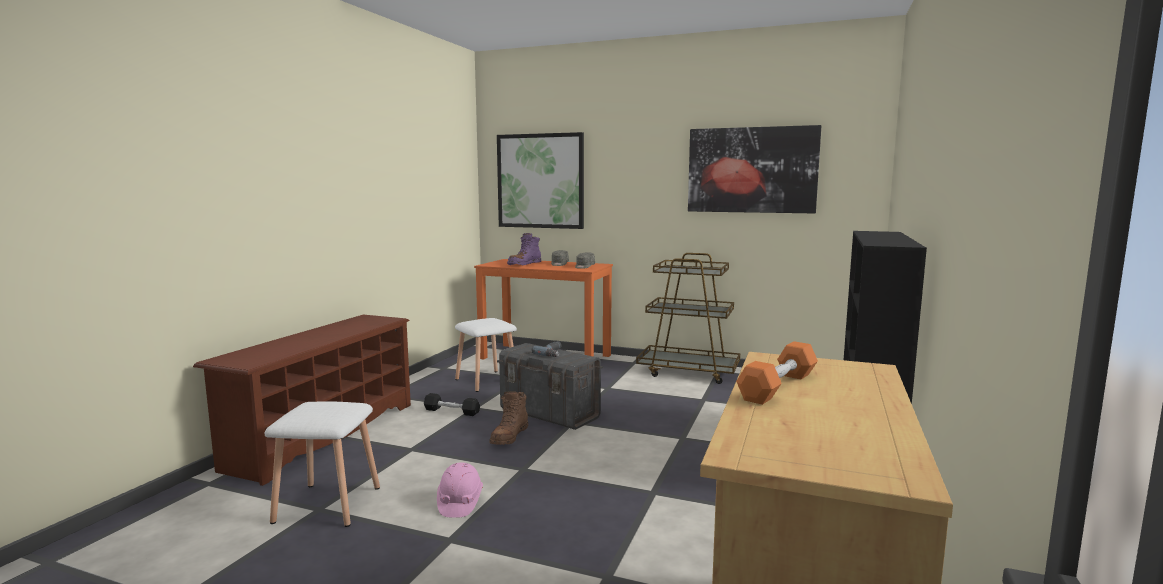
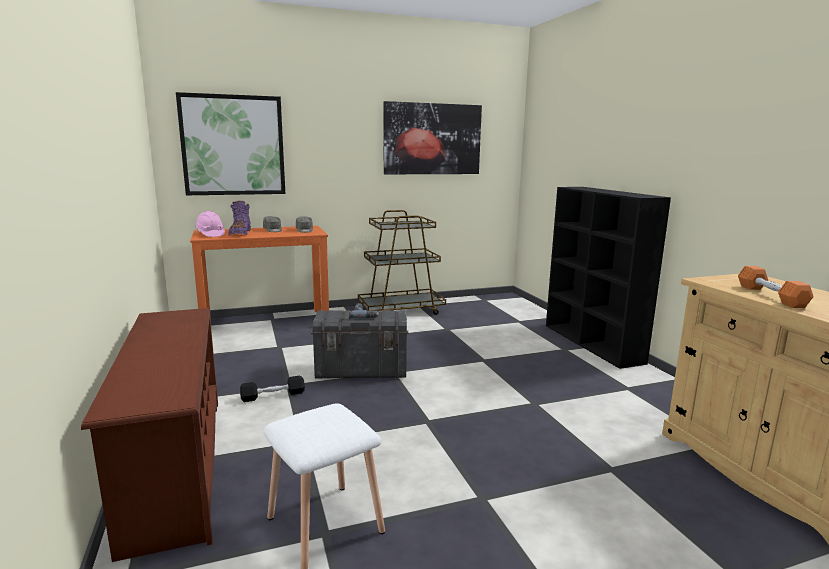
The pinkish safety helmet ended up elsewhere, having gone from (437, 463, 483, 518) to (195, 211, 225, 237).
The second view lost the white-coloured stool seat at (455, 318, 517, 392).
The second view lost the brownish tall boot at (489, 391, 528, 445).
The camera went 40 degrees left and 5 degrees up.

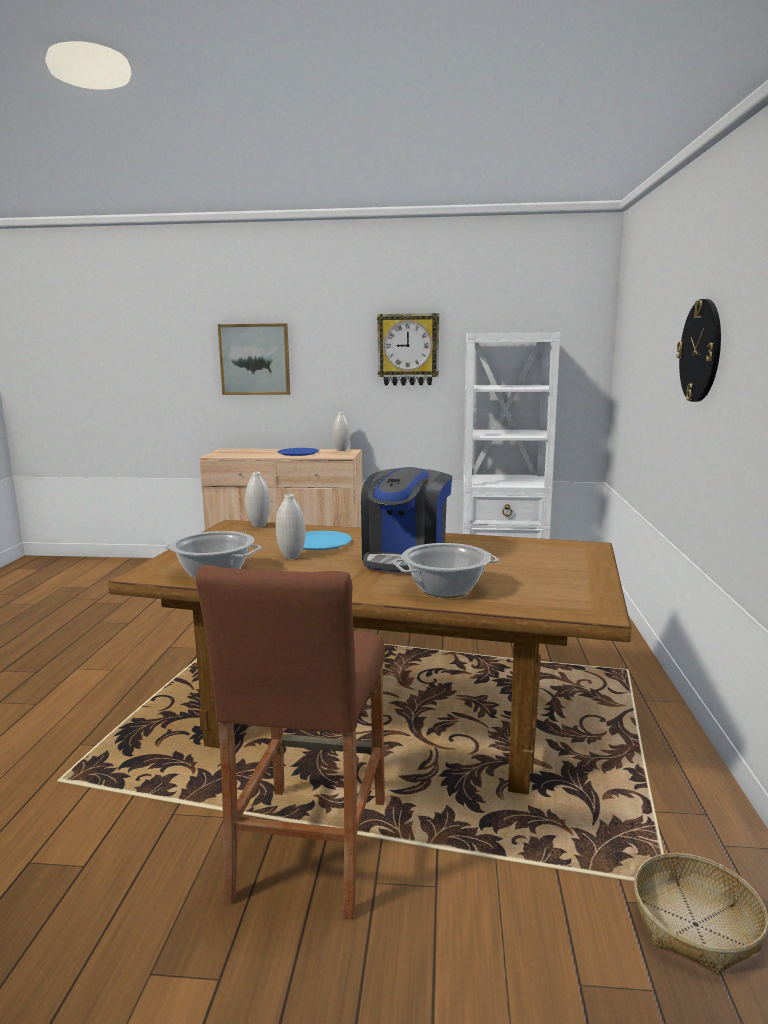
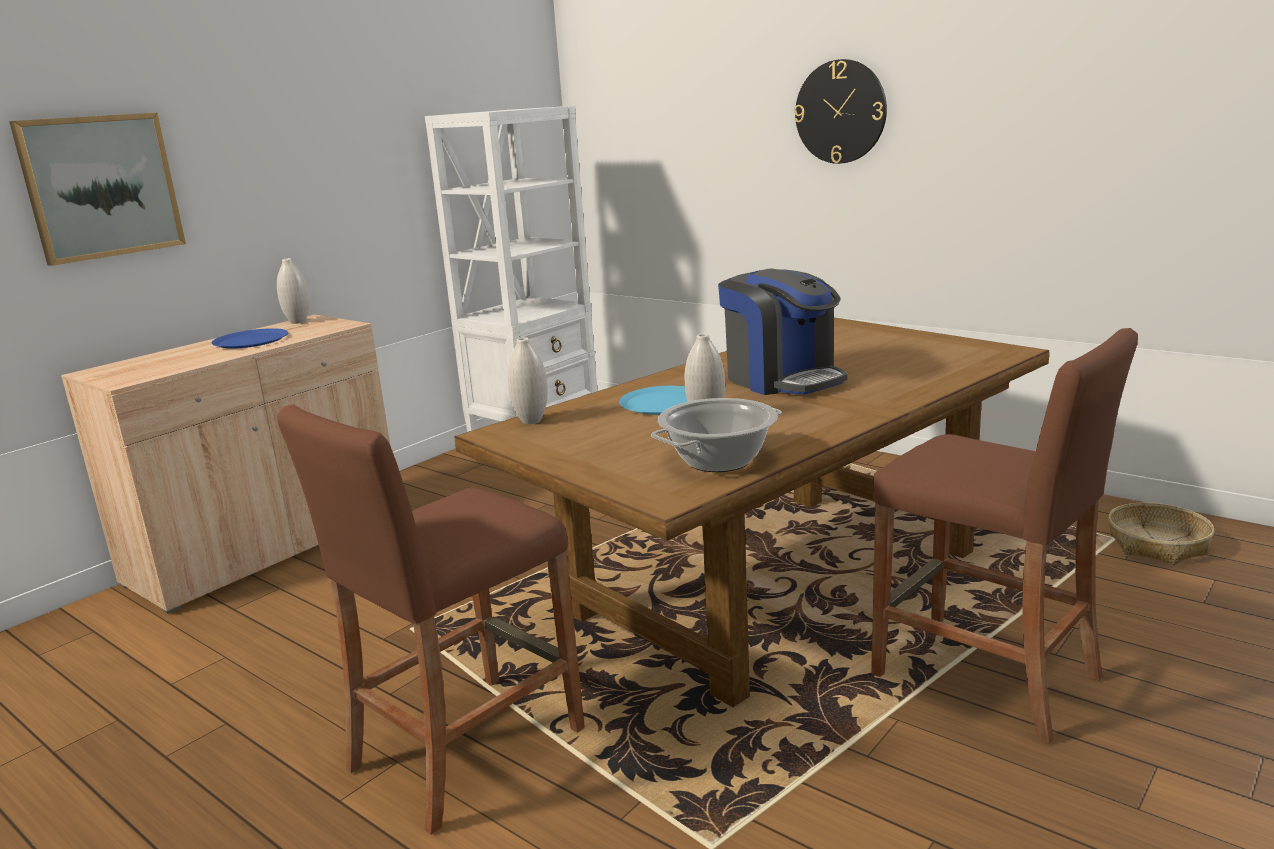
The second view gained the brownish stool seat at (277, 404, 585, 835).
The second view lost the wall clock at (377, 313, 439, 385).
The second view lost the saucepot at (393, 543, 499, 598).
The camera went 55 degrees left and 5 degrees up.

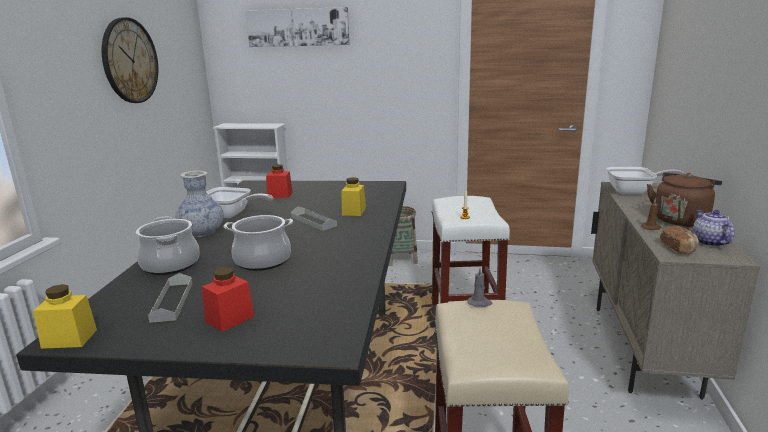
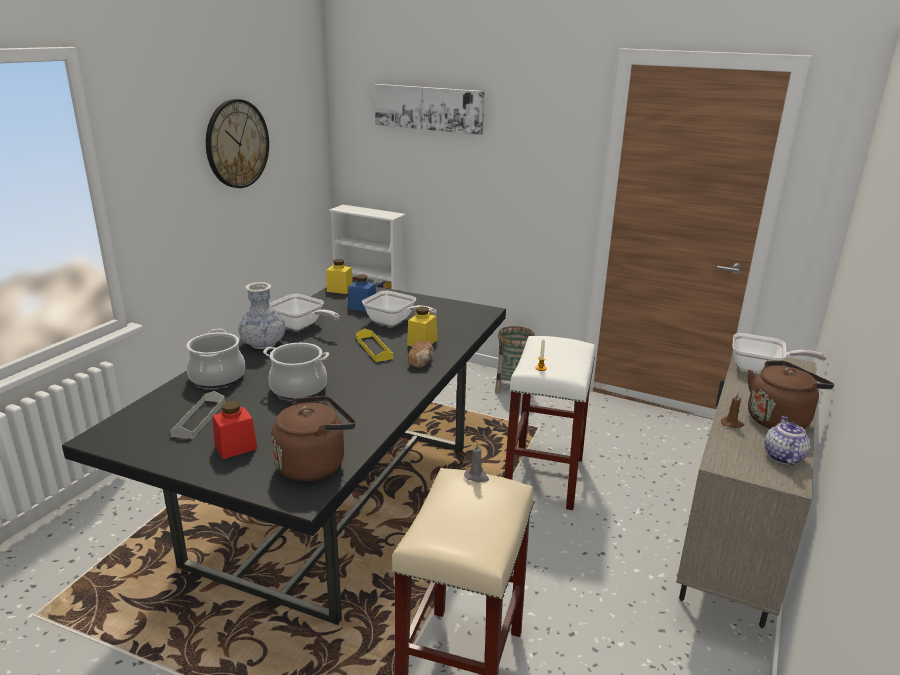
The second view gained the brownish water kettle at (271, 396, 356, 481).
The yellow storage jar ended up elsewhere, having gone from (33, 284, 97, 349) to (326, 259, 353, 294).
What was the red storage jar at (266, 164, 293, 198) turned into the bluish storage jar at (348, 275, 376, 312).
What was the gray serving tray at (291, 206, 337, 231) turned into the yellow serving tray at (356, 329, 393, 362).
The second view gained the frying pan at (362, 291, 437, 326).
The bread ended up elsewhere, having gone from (660, 226, 699, 254) to (408, 341, 434, 368).
The camera went 15 degrees right and 5 degrees up.

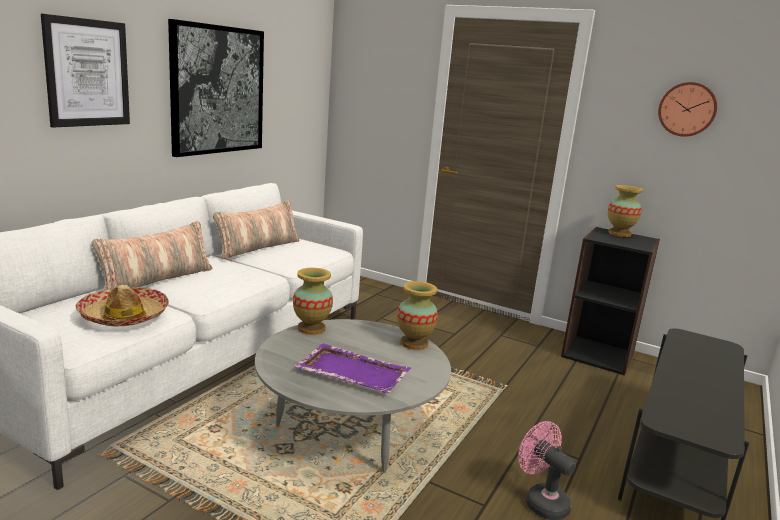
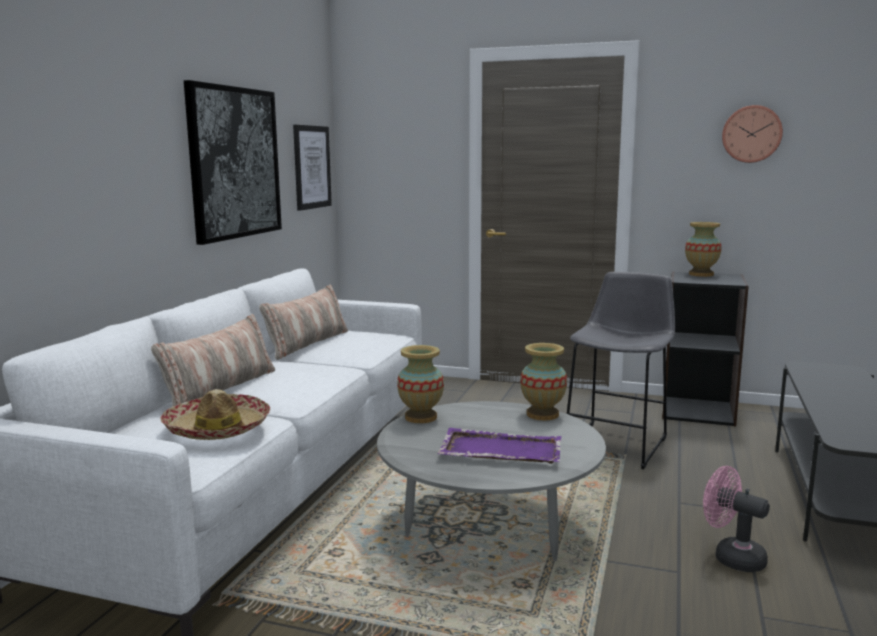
The wall picture ended up elsewhere, having gone from (41, 14, 130, 128) to (293, 125, 332, 211).
The second view gained the gray stool seat at (566, 272, 675, 469).
The camera went 10 degrees left and 5 degrees down.

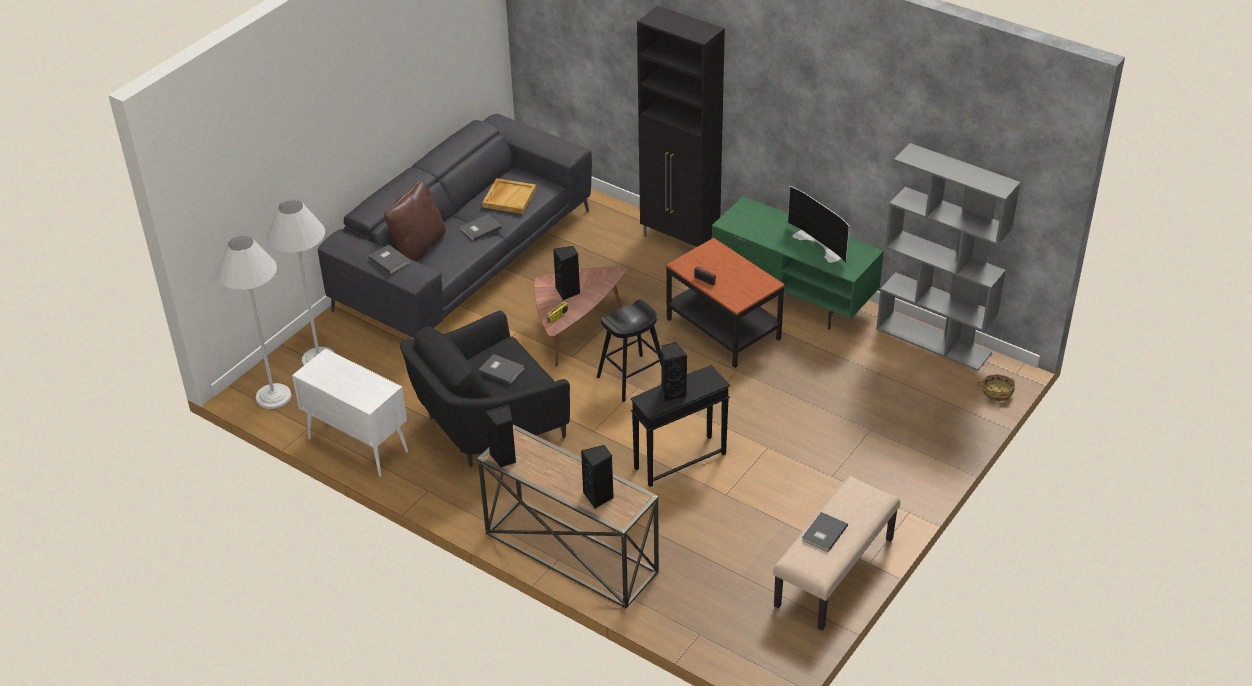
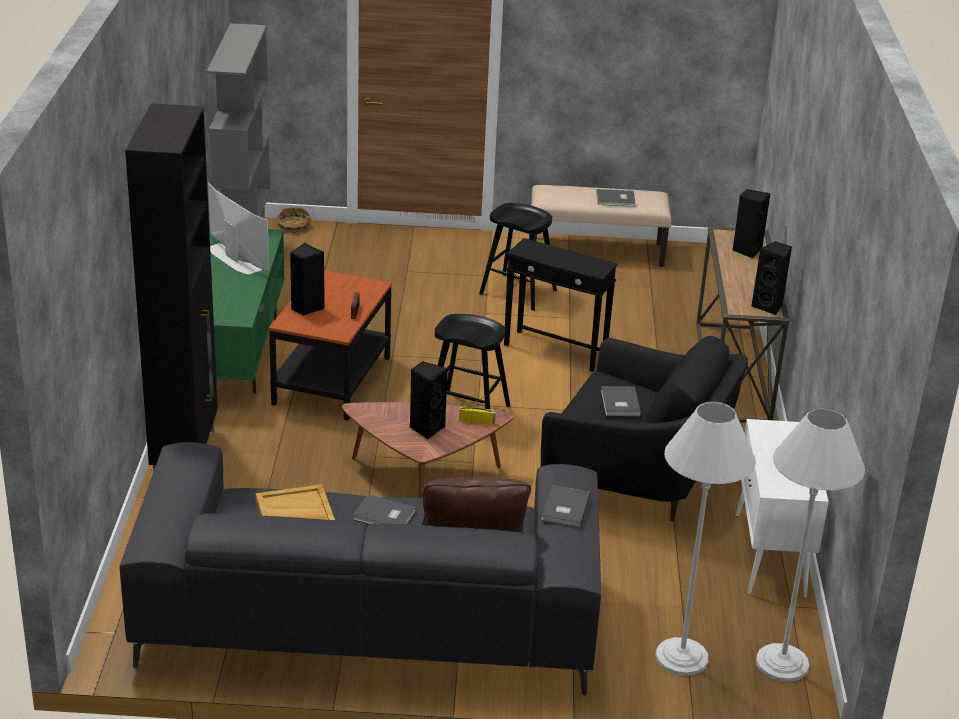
The TV set at (788, 186, 849, 263) ended up facing another way, 60 degrees counterclockwise from before.
The black audio speaker ended up elsewhere, having gone from (661, 342, 687, 402) to (290, 243, 325, 316).
The second view gained the black stool seat at (479, 203, 557, 311).
The camera went 125 degrees left and 10 degrees down.

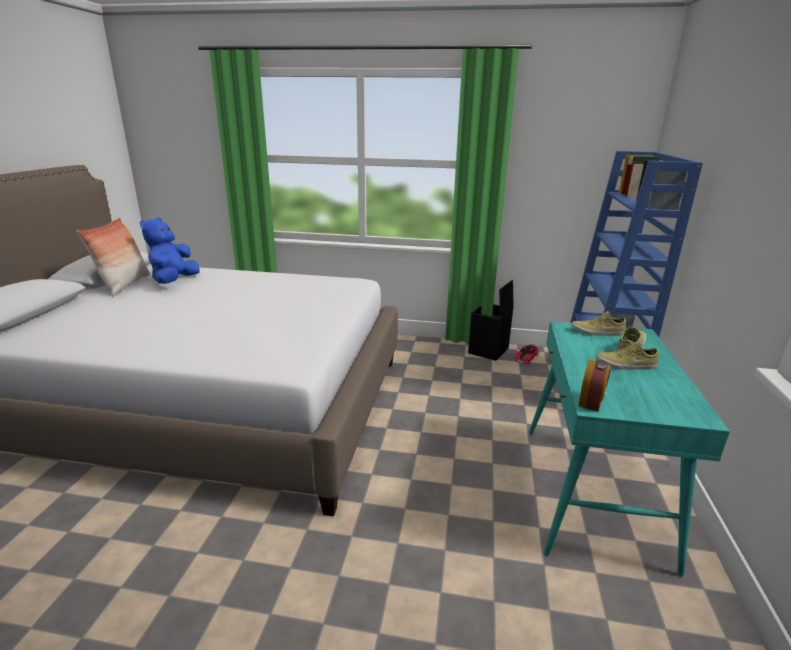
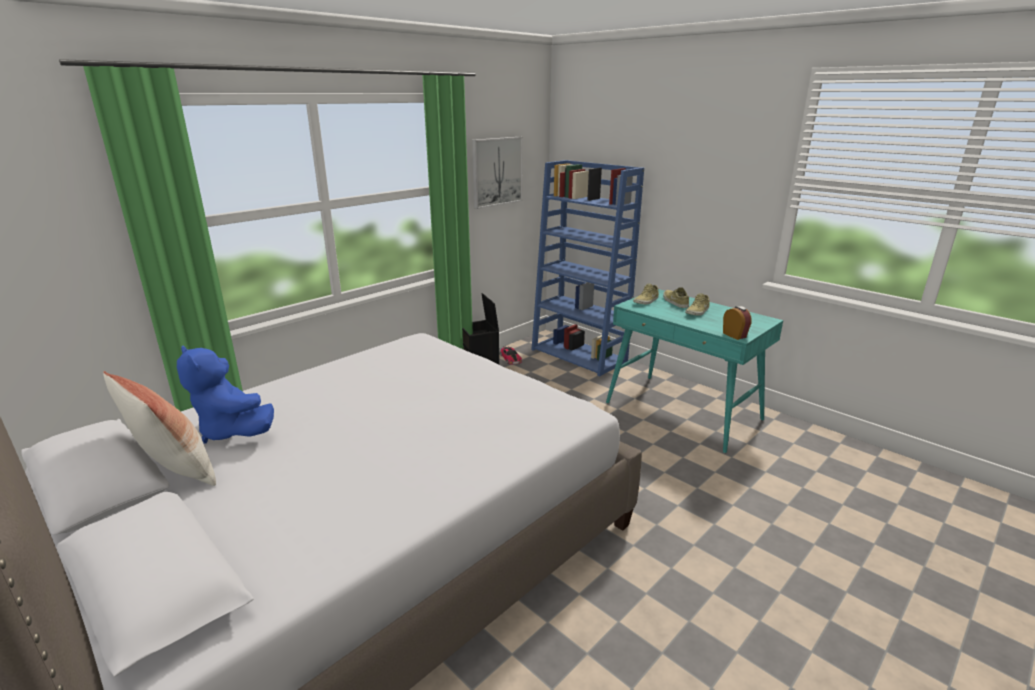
The second view gained the wall picture at (472, 137, 523, 209).
The camera went 55 degrees left and 0 degrees up.

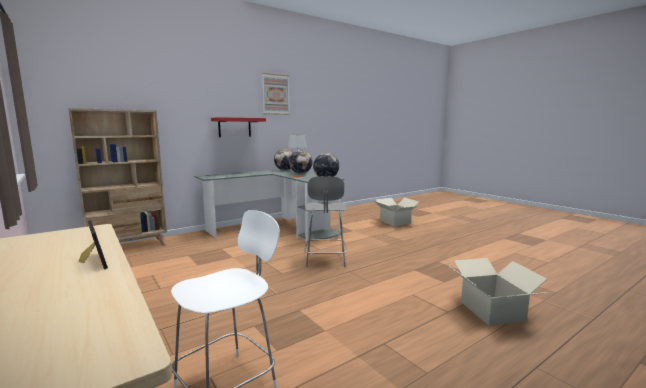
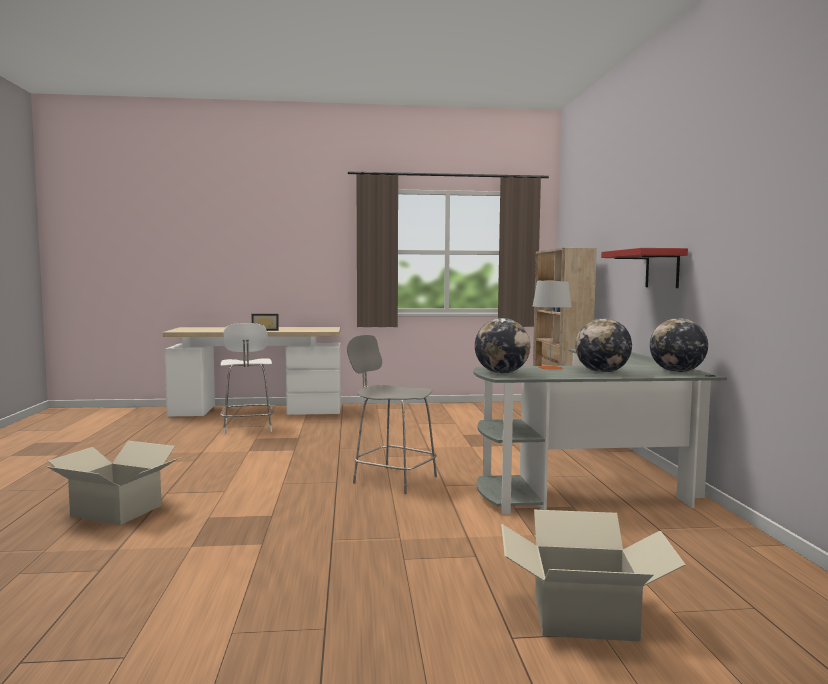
The second view lost the wall picture at (262, 73, 290, 115).
The camera went 120 degrees right and 5 degrees down.

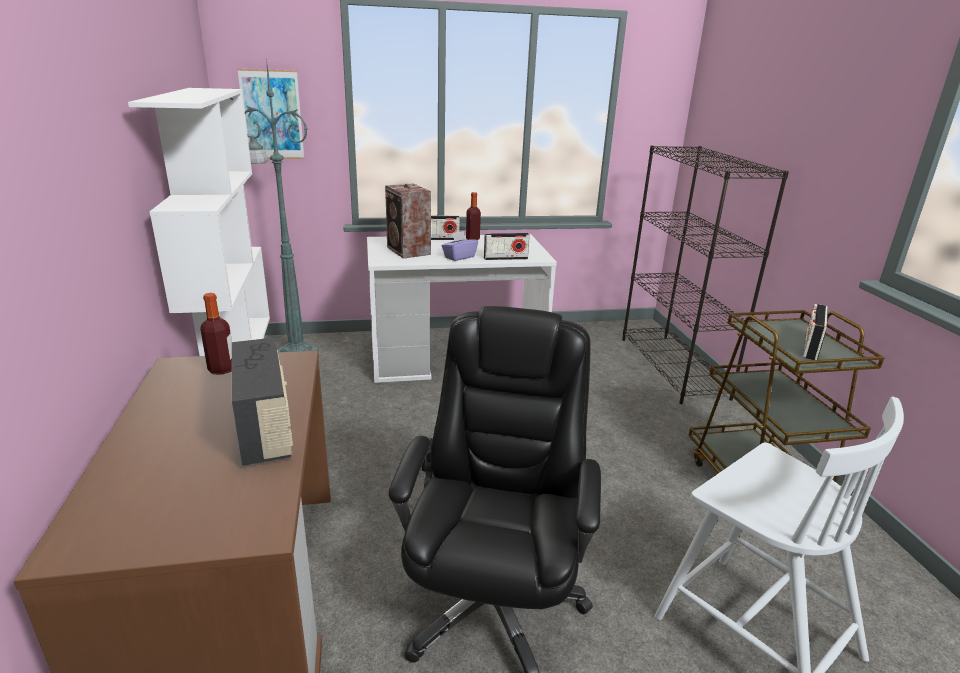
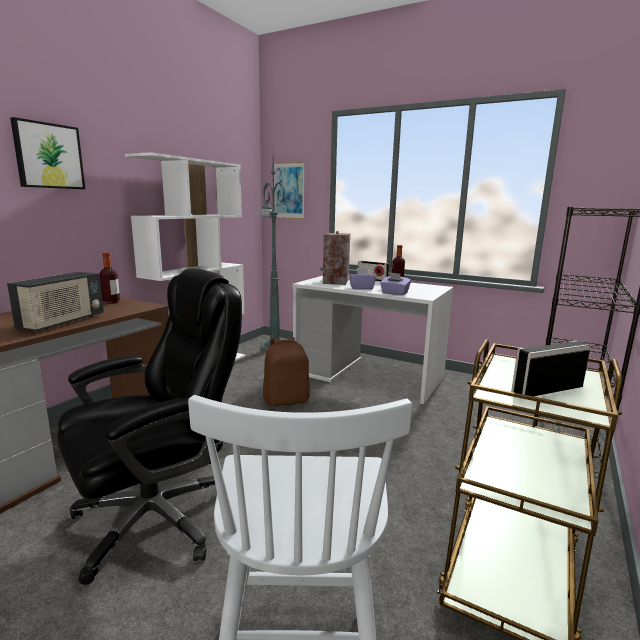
The second view gained the wall picture at (10, 117, 85, 189).
The second view gained the brownish knapsack at (263, 337, 310, 407).
Where the radio receiver stood at (484, 233, 530, 260), the purplish tissue holder came to stand at (380, 272, 411, 295).
The camera went 40 degrees right and 10 degrees down.

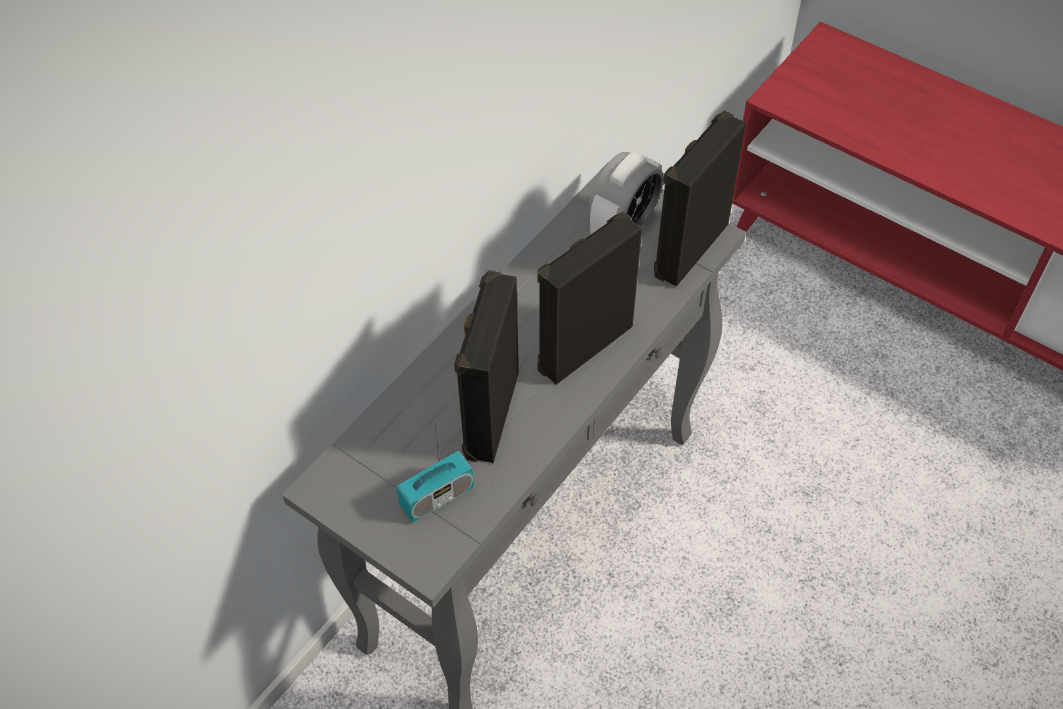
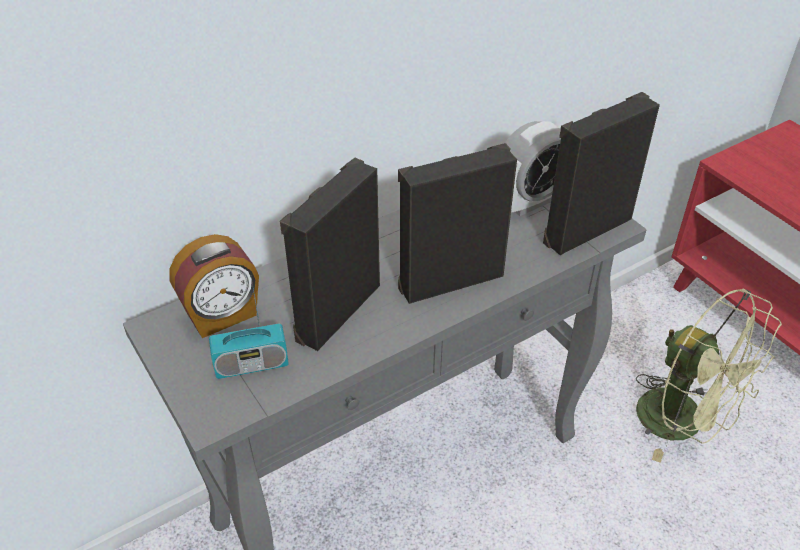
The second view gained the bedside clock at (169, 234, 259, 338).
The second view gained the green fan at (636, 288, 782, 463).
The camera went 20 degrees right and 10 degrees down.

